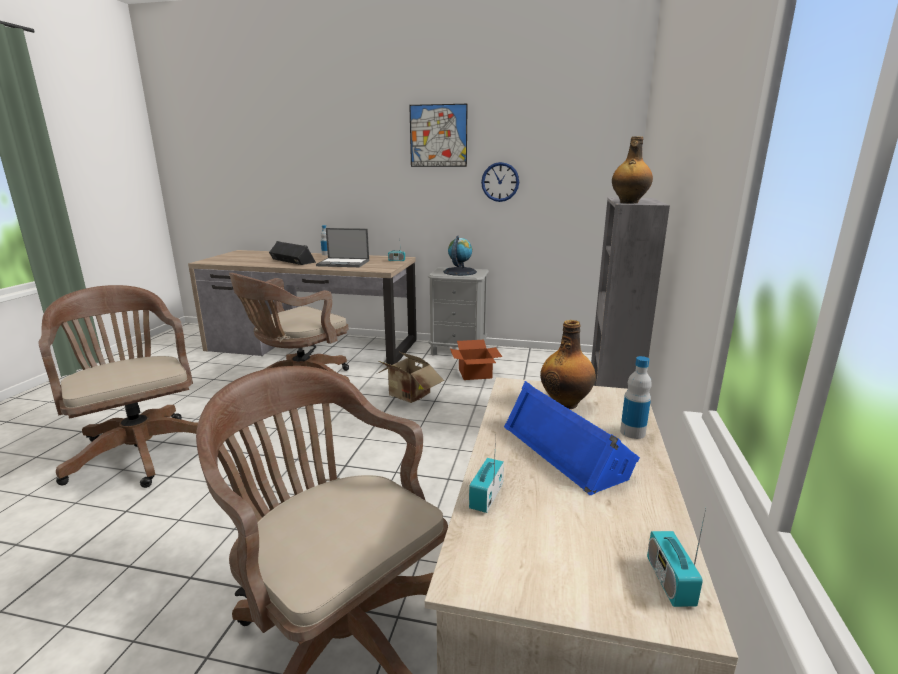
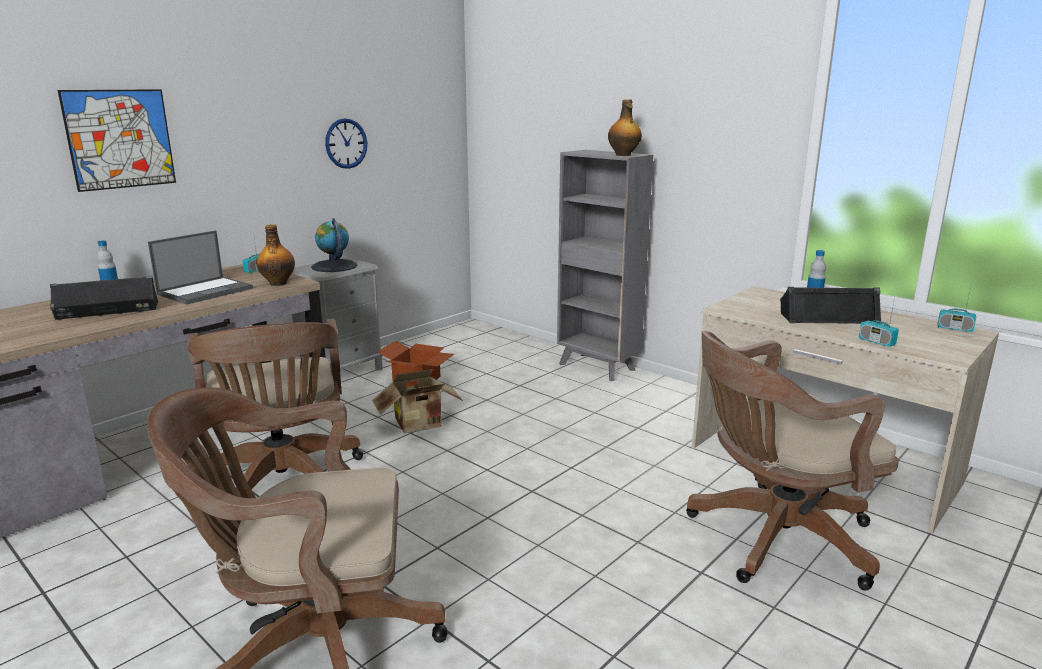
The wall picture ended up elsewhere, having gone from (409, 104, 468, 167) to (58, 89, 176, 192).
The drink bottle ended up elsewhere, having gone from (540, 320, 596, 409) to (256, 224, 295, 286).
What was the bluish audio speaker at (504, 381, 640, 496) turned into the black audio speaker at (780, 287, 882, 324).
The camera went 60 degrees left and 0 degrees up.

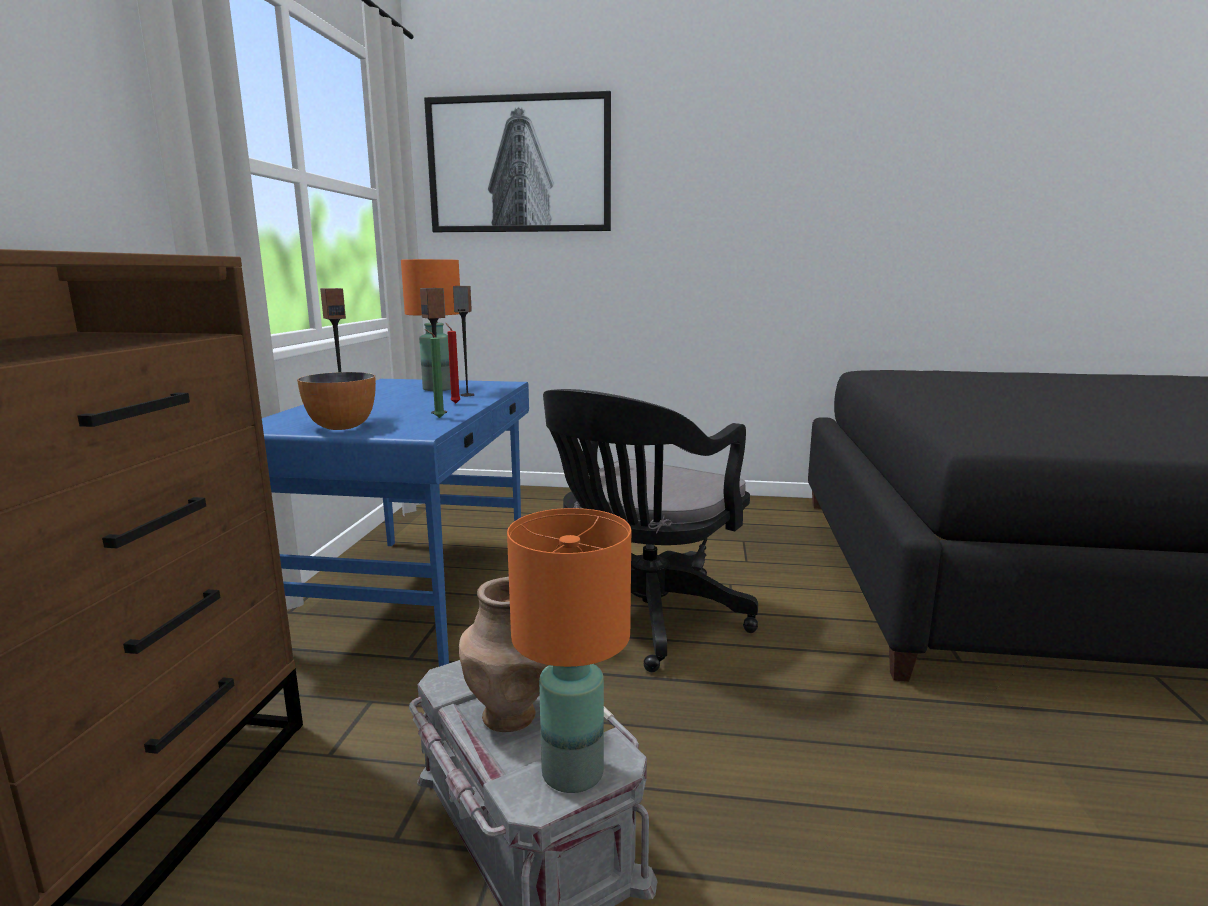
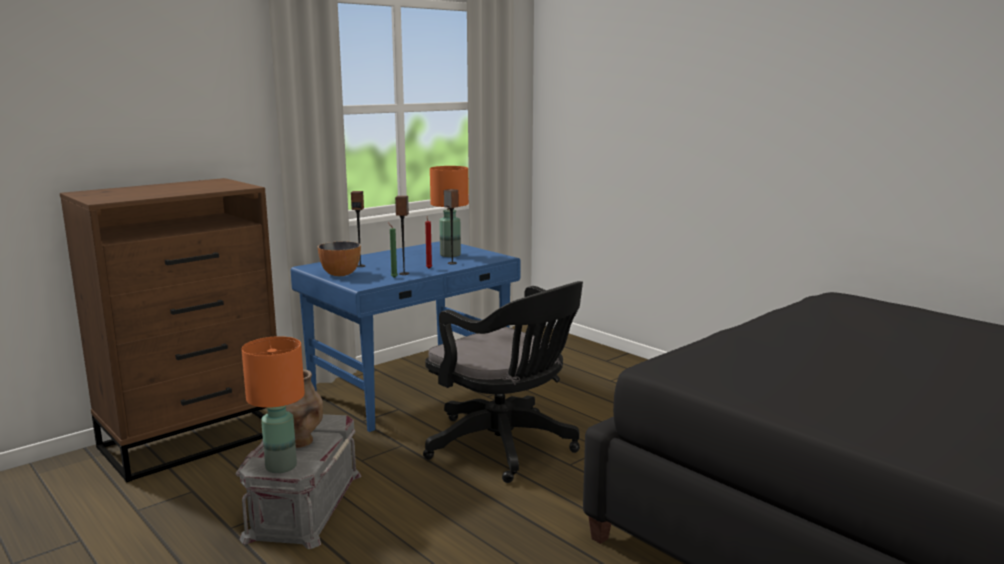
The black desk chair at (543, 389, 758, 672) ended up facing another way, 120 degrees counterclockwise from before.
The second view lost the wall picture at (424, 91, 611, 232).
The camera went 40 degrees right and 0 degrees up.

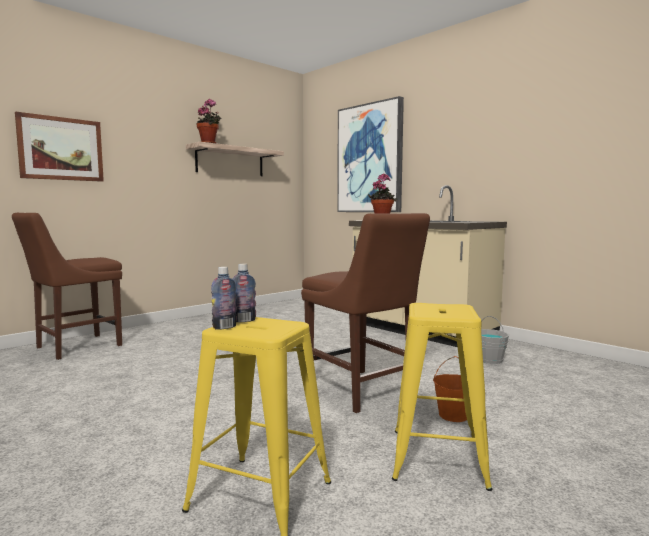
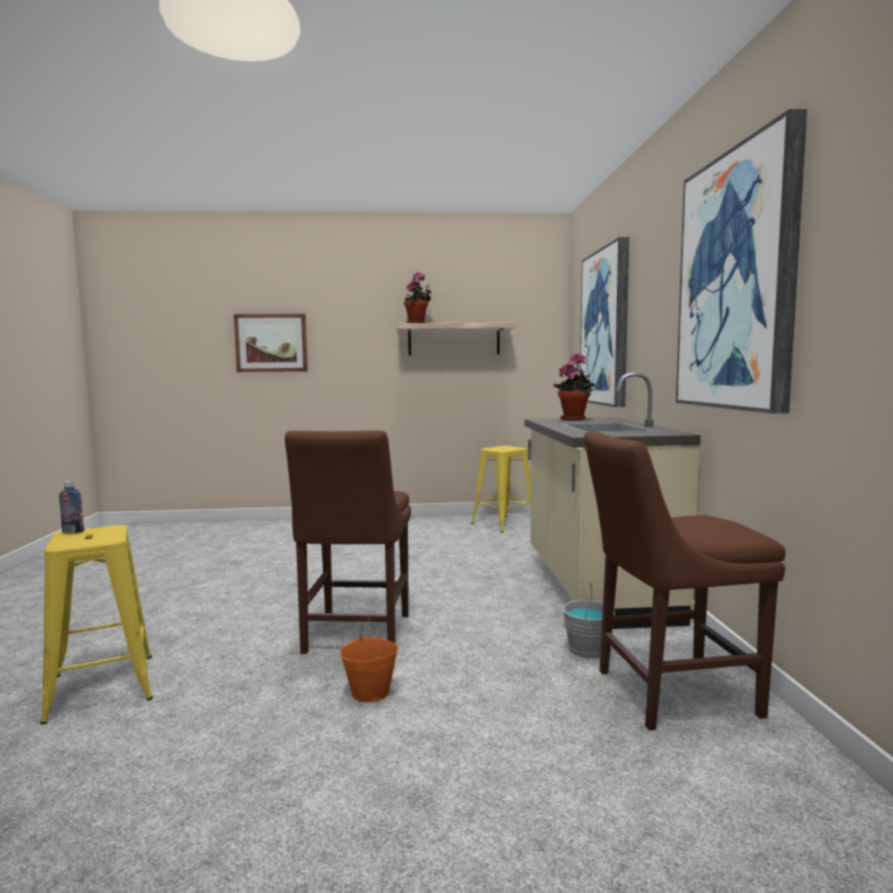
The yellow stool seat ended up elsewhere, having gone from (392, 303, 492, 491) to (471, 446, 531, 533).
The brownish plain chair ended up elsewhere, having gone from (12, 213, 122, 360) to (584, 431, 785, 731).
The second view gained the wall picture at (676, 109, 807, 414).
The second view lost the drink bottle at (233, 264, 256, 322).
The camera went 40 degrees right and 0 degrees up.

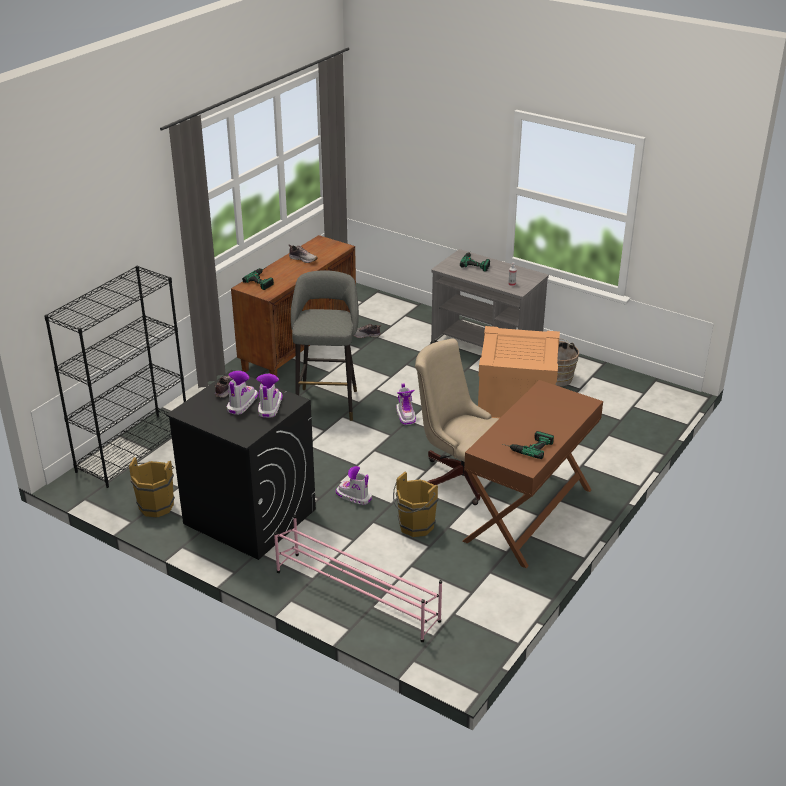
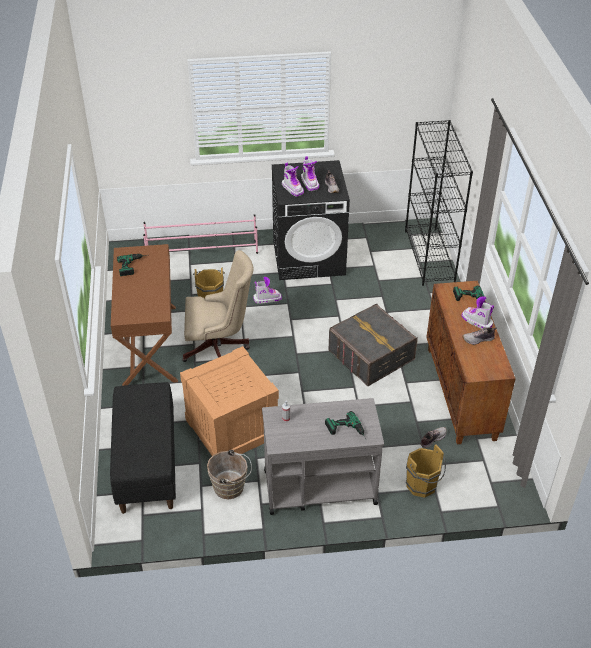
The second view gained the black bench at (110, 382, 176, 514).
Where the gray stool seat stood at (291, 270, 359, 421), the gray storage bin came to stand at (329, 303, 418, 387).
The brownish pail ended up elsewhere, having gone from (129, 457, 175, 518) to (406, 444, 446, 498).
The tall boot ended up elsewhere, having gone from (396, 383, 416, 425) to (462, 296, 494, 329).
The camera went 140 degrees right and 10 degrees up.

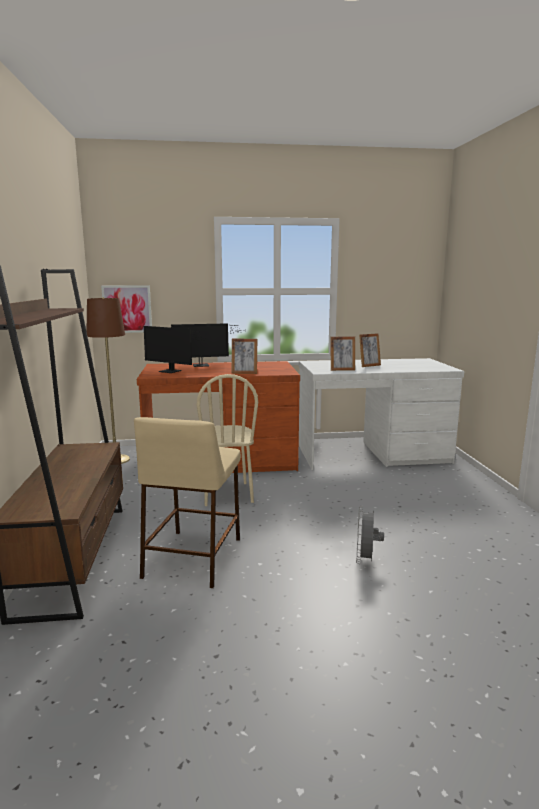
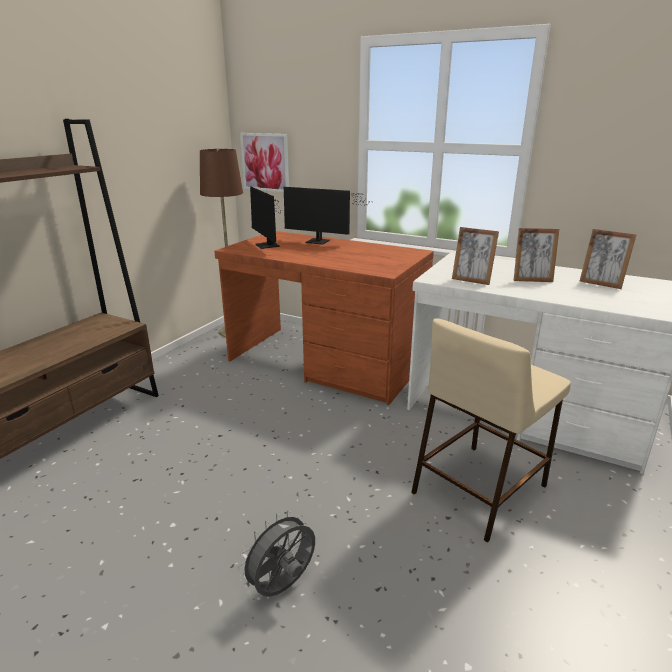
The beige-coloured stool seat ended up elsewhere, having gone from (134, 417, 241, 588) to (411, 318, 571, 542).
The standing frame ended up elsewhere, having gone from (231, 339, 257, 374) to (580, 229, 636, 289).
The second view lost the beige-coloured plain chair at (197, 374, 258, 506).
The camera went 35 degrees right and 10 degrees up.

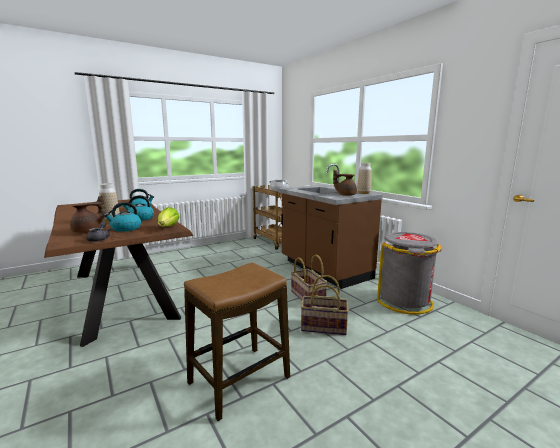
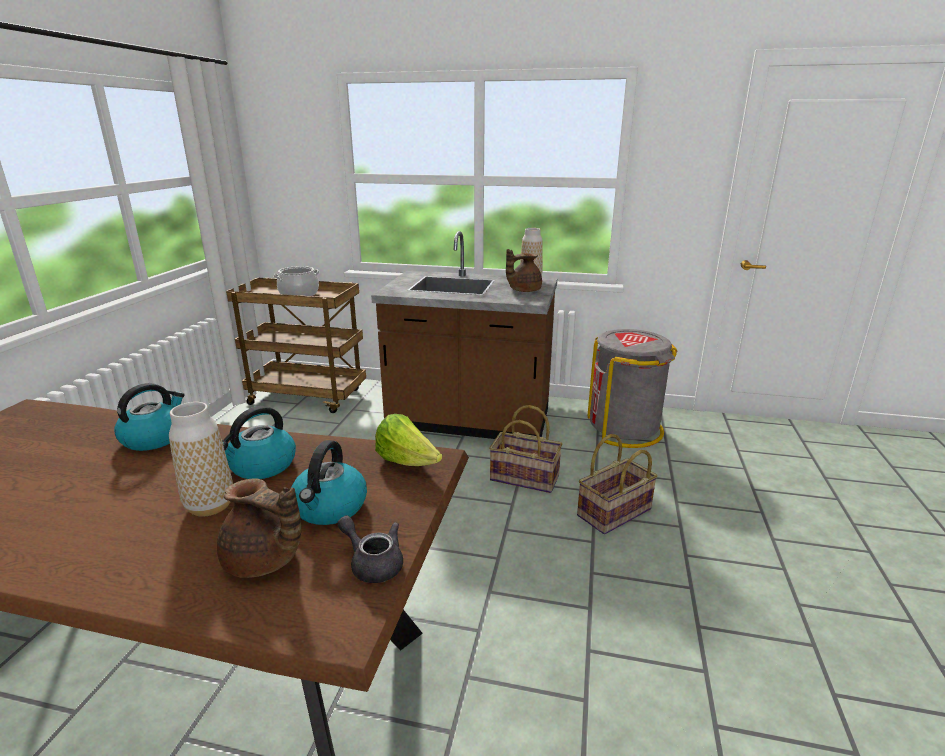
The brownish pot for tea at (70, 195, 105, 233) ended up facing another way, 120 degrees clockwise from before.
The second view lost the stool seat at (184, 263, 290, 421).
The camera went 45 degrees left and 10 degrees up.

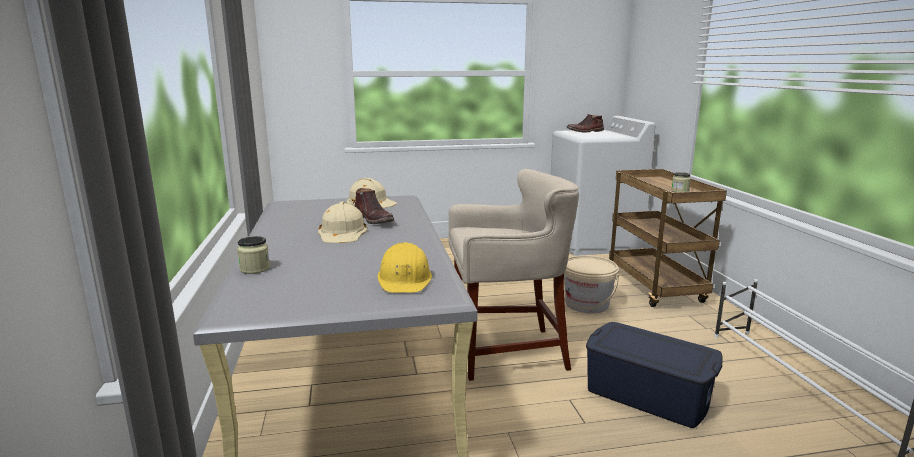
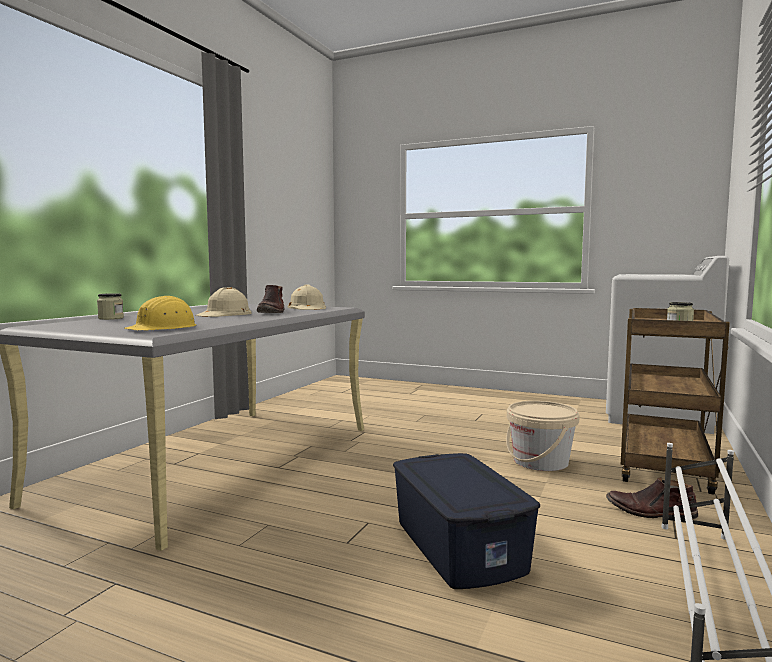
The brownish tall boot ended up elsewhere, having gone from (567, 114, 604, 132) to (606, 477, 698, 520).
The second view lost the beige-coloured stool seat at (449, 169, 579, 381).
The camera went 35 degrees right and 10 degrees down.

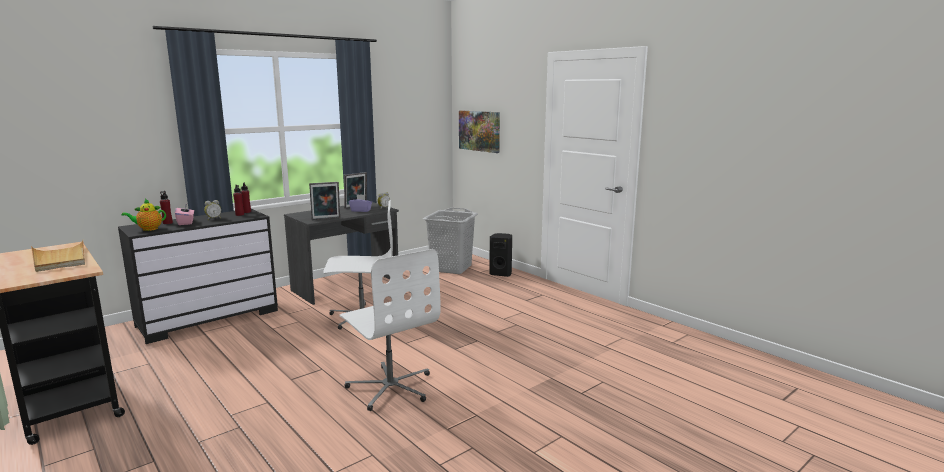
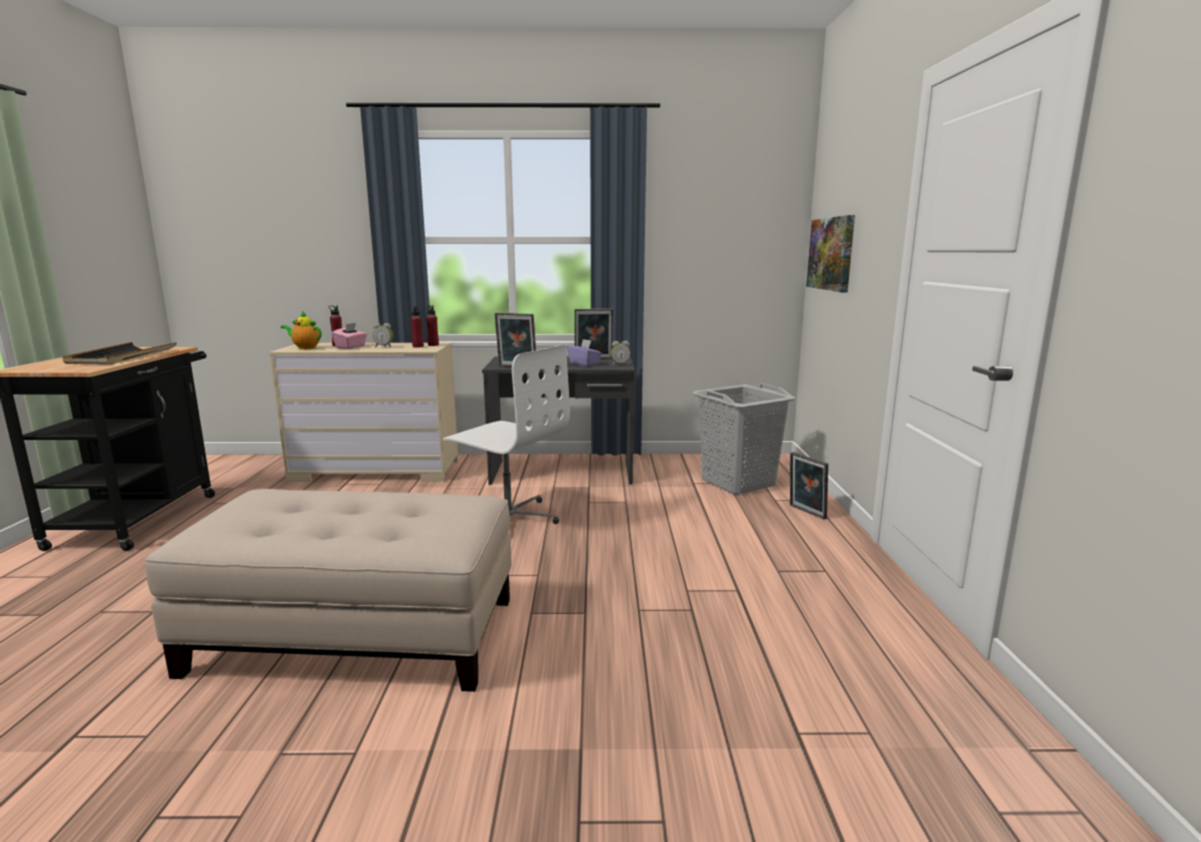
What was the beige-coloured serving tray at (31, 240, 85, 272) turned into the black serving tray at (62, 342, 177, 365).
Where the white-coloured desk chair stood at (339, 249, 441, 411), the beige-coloured footrest came to stand at (145, 489, 511, 692).
What was the black chest of drawers at (118, 209, 278, 344) turned into the beige-coloured chest of drawers at (269, 343, 458, 482).
Where the black audio speaker stood at (489, 233, 512, 277), the standing frame came to stand at (790, 452, 828, 519).
The camera went 40 degrees right and 0 degrees up.

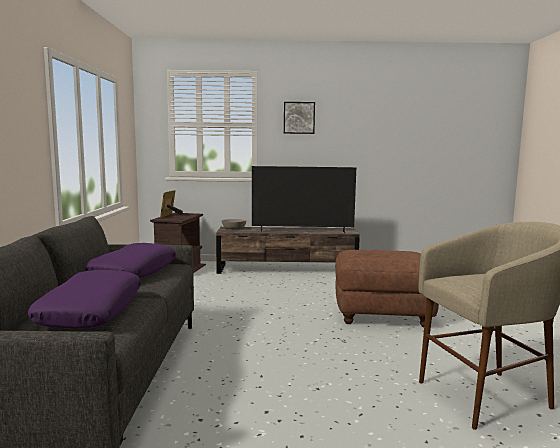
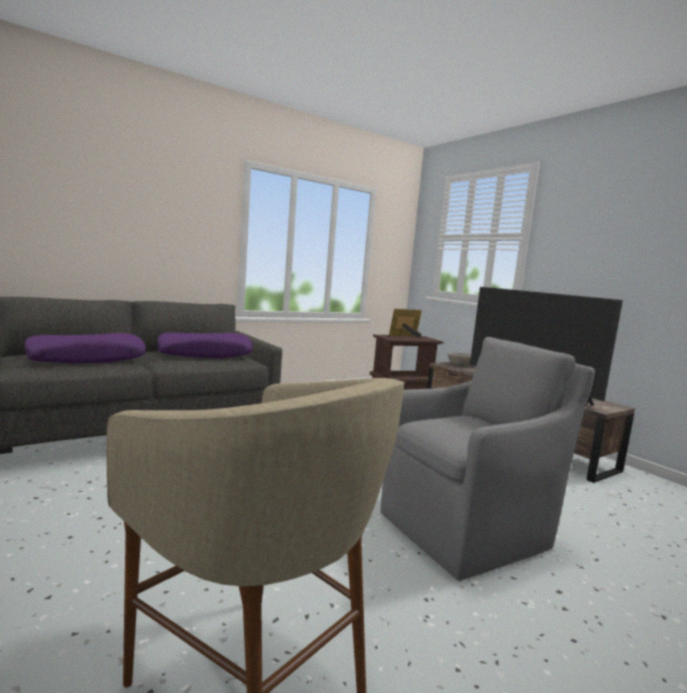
Where the brownish footrest stood at (335, 250, 439, 327), the gray easy chair came to stand at (380, 337, 595, 580).
The second view lost the wall picture at (284, 102, 315, 134).
The camera went 55 degrees right and 0 degrees up.

